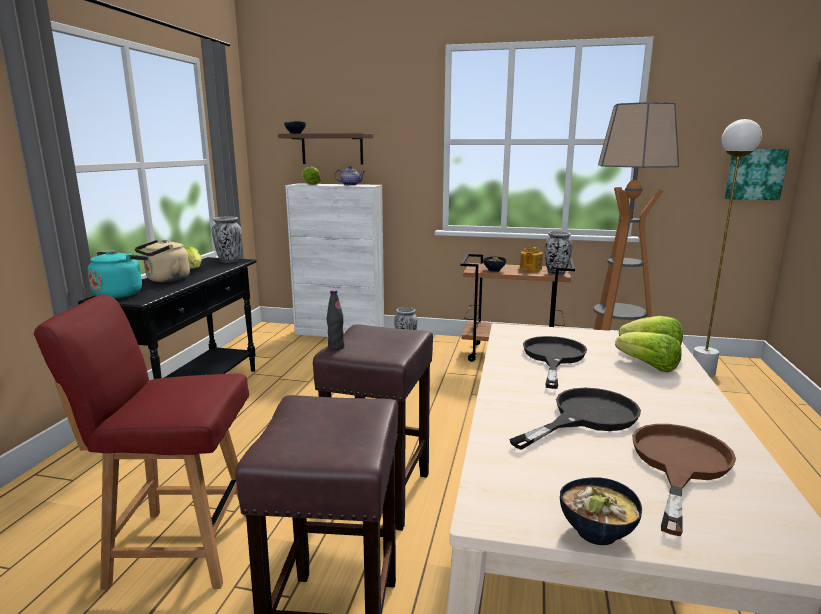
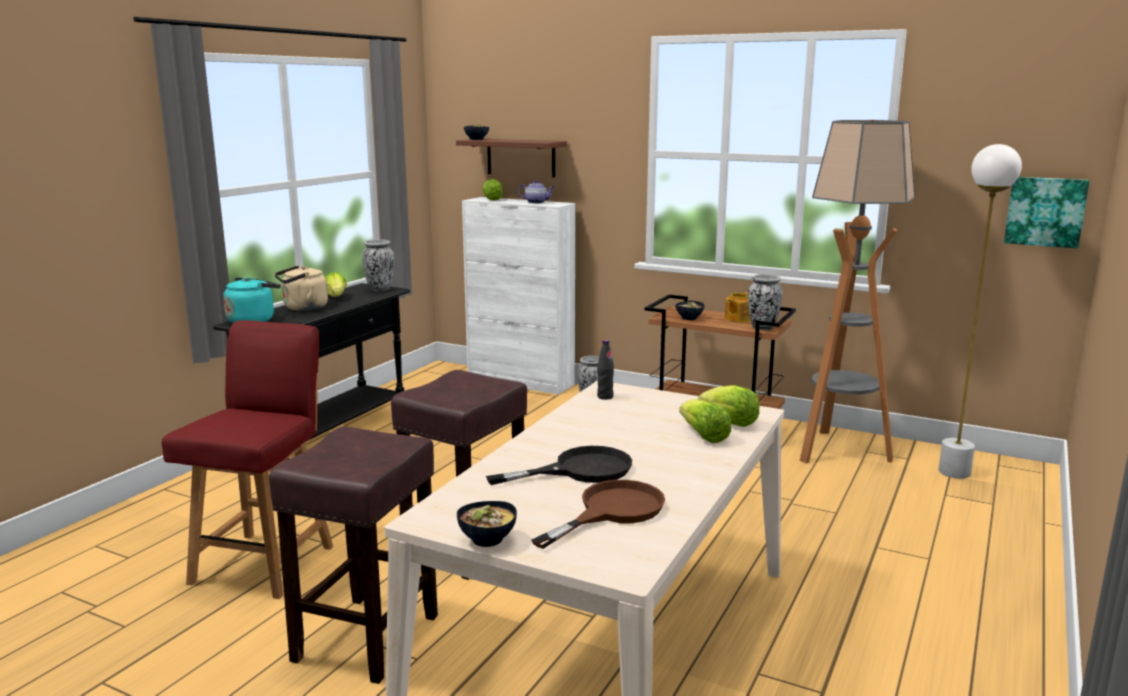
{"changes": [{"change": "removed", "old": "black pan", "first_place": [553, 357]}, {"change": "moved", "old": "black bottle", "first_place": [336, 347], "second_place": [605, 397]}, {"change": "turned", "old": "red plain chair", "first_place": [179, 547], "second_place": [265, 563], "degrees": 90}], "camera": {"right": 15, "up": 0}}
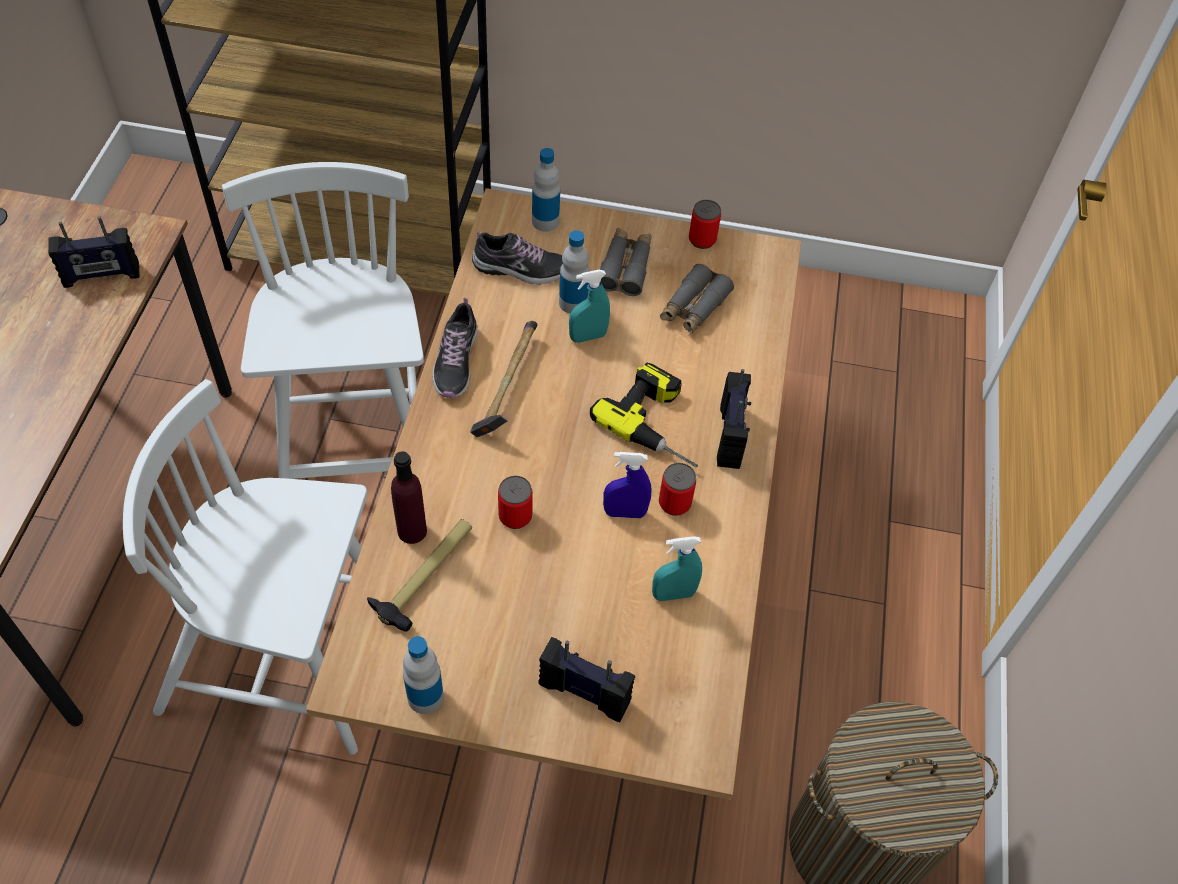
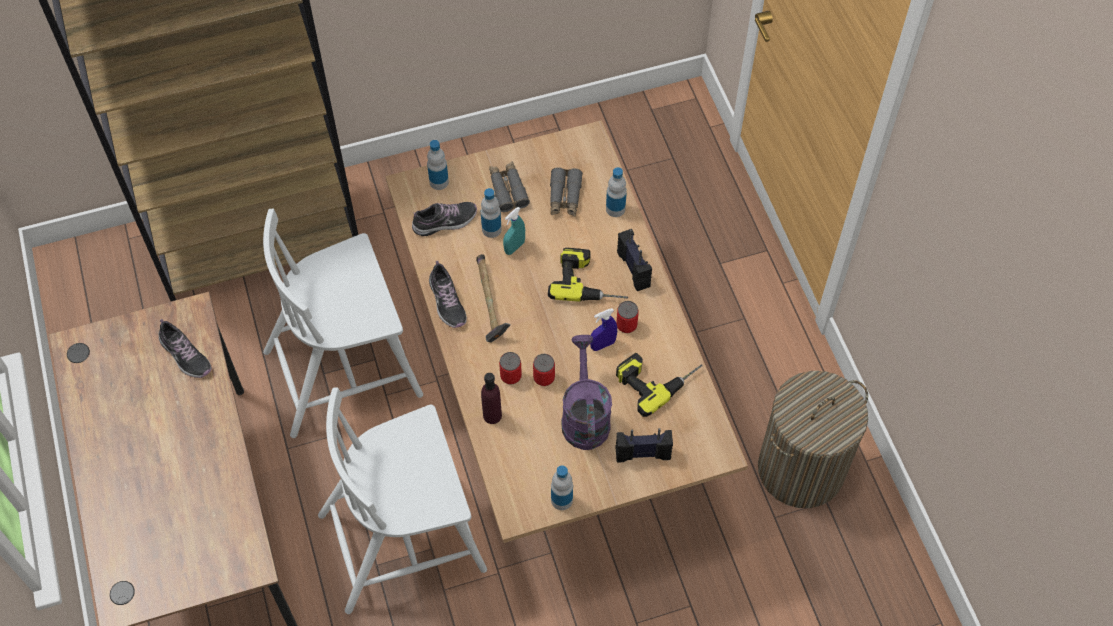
{"changes": [{"change": "removed", "old": "hammer", "first_place": [426, 575]}, {"change": "added", "new": "purple-coloured watering can", "second_place": [584, 416]}, {"change": "added", "new": "bottle", "second_place": [615, 209]}, {"change": "moved", "old": "sealed can", "first_place": [702, 239], "second_place": [510, 376]}, {"change": "replaced", "old": "radio receiver", "new": "low shoe", "first_place": [101, 276], "second_place": [185, 355]}, {"change": "replaced", "old": "turquoise spray bottle", "new": "power drill", "first_place": [673, 594], "second_place": [657, 377]}, {"change": "turned", "old": "white-coloured plain chair", "first_place": [356, 428], "second_place": [346, 371], "degrees": -75}], "camera": {"right": -25, "up": 5}}
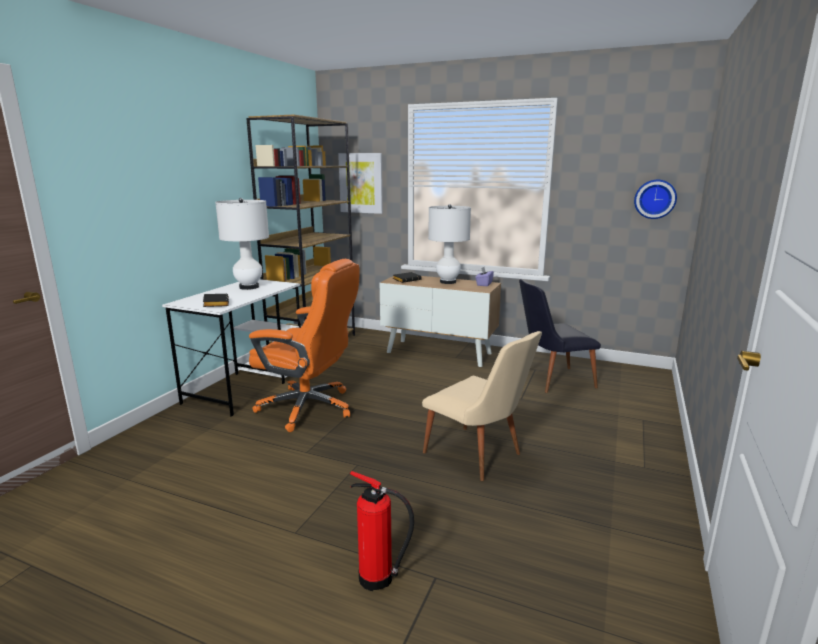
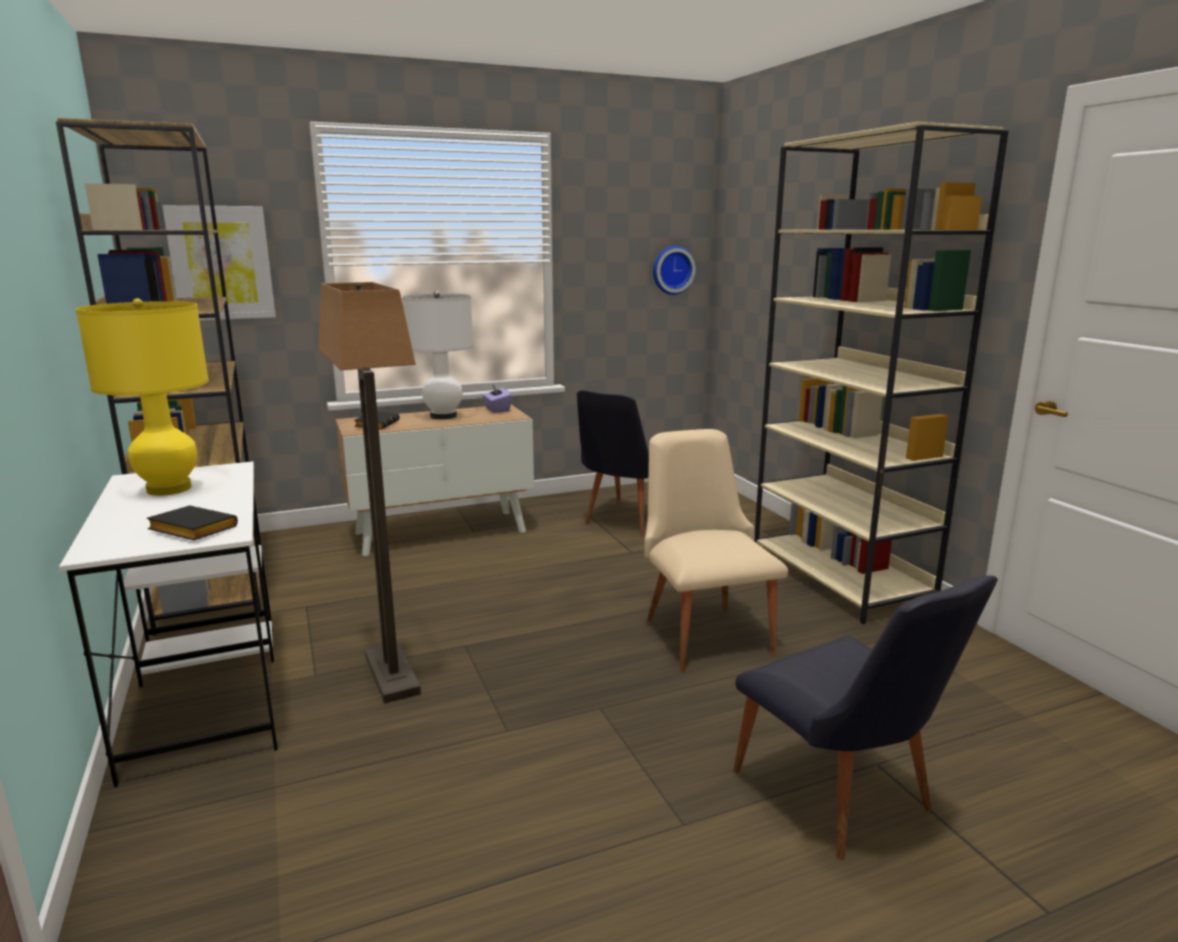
{"changes": [{"change": "added", "new": "sand-coloured bookshelf", "second_place": [840, 578]}, {"change": "replaced", "old": "orangey computer chair", "new": "floor lamp", "first_place": [309, 408], "second_place": [392, 675]}, {"change": "replaced", "old": "fire extinguisher", "new": "black plain chair", "first_place": [379, 579], "second_place": [843, 801]}, {"change": "recoloured", "old": "white-coloured lamp for a table", "new": "yellow lamp for a table", "first_place": [249, 287], "second_place": [169, 489]}, {"change": "turned", "old": "sand-coloured plain chair", "first_place": [479, 457], "second_place": [703, 630], "degrees": -105}], "camera": {"right": -45, "up": 0}}
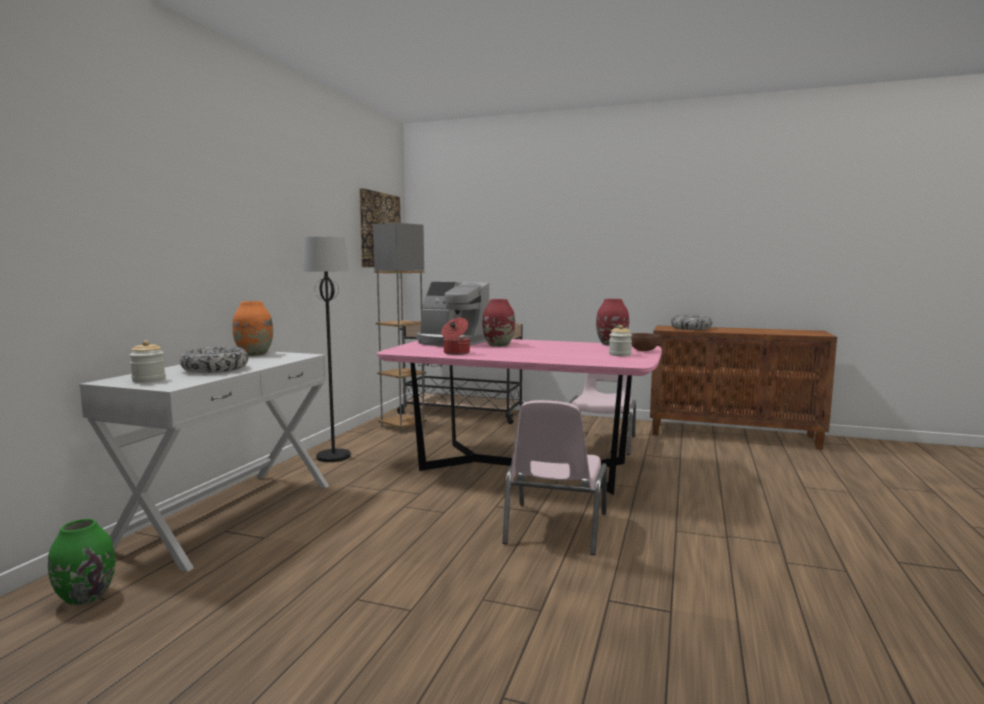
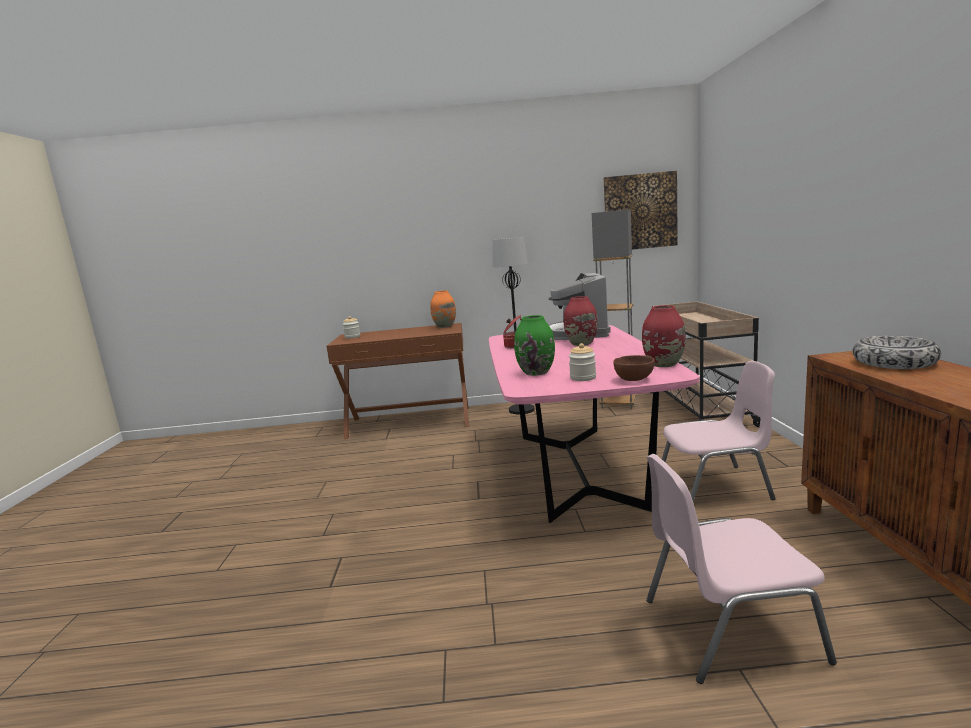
{"changes": [{"change": "removed", "old": "serving bowl", "first_place": [215, 369]}, {"change": "moved", "old": "greenish decorative vase", "first_place": [86, 596], "second_place": [536, 372]}, {"change": "moved", "old": "pink-coloured plain chair", "first_place": [554, 529], "second_place": [727, 628]}, {"change": "recoloured", "old": "white-coloured console table", "new": "brown-coloured console table", "first_place": [229, 515], "second_place": [409, 422]}], "camera": {"right": 70, "up": 5}}
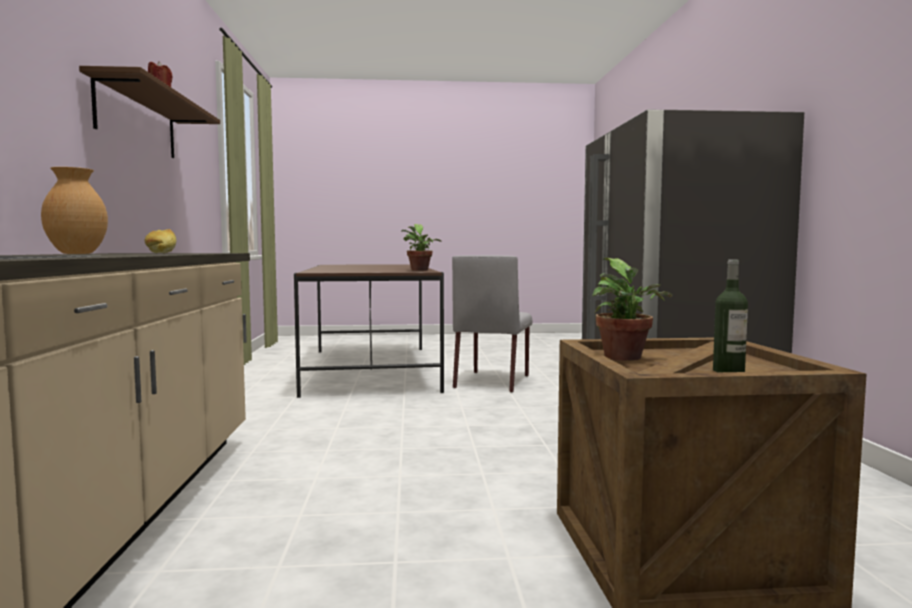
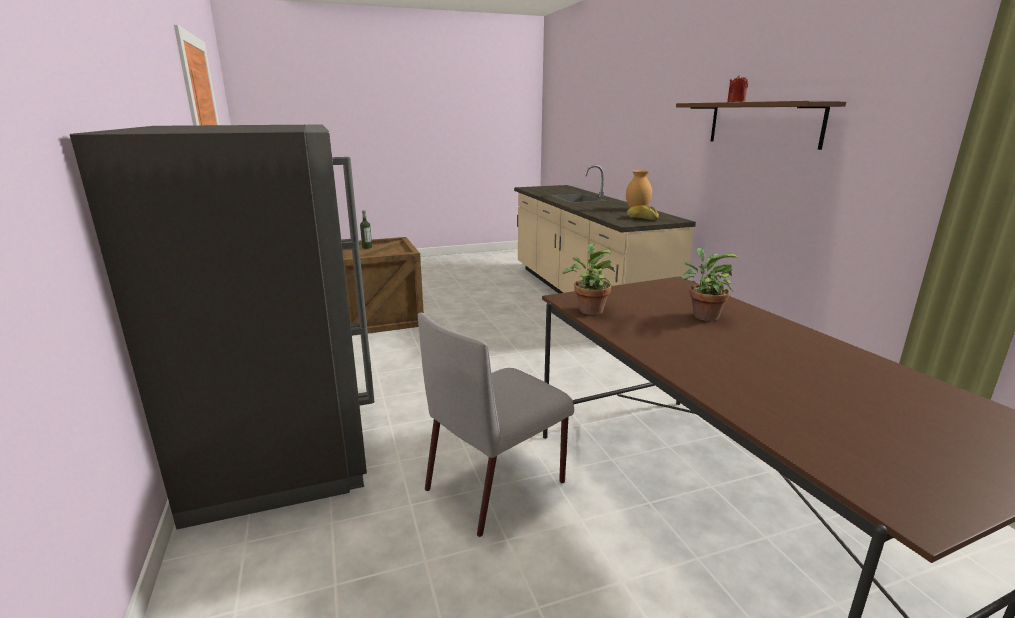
{"changes": [{"change": "moved", "old": "plant in a pot", "first_place": [625, 358], "second_place": [703, 315]}, {"change": "turned", "old": "greyish plain chair", "first_place": [492, 381], "second_place": [497, 484], "degrees": -135}], "camera": {"right": 165, "up": 15}}
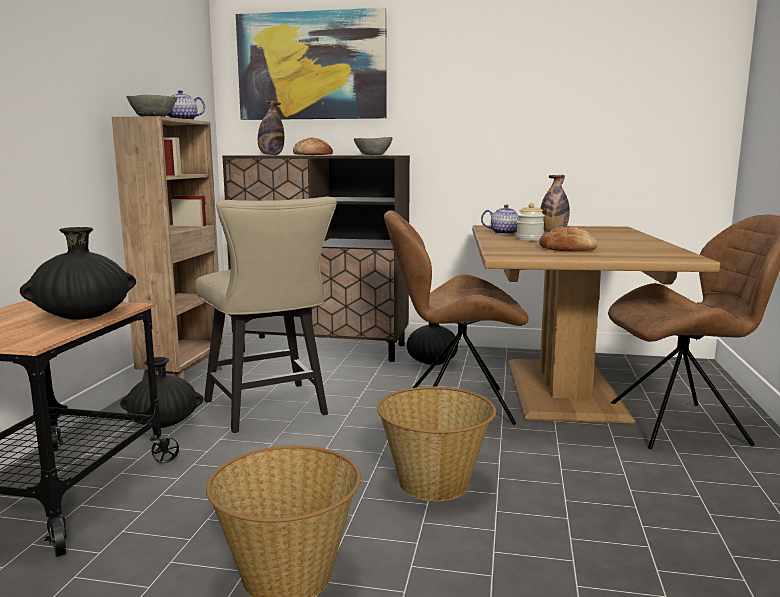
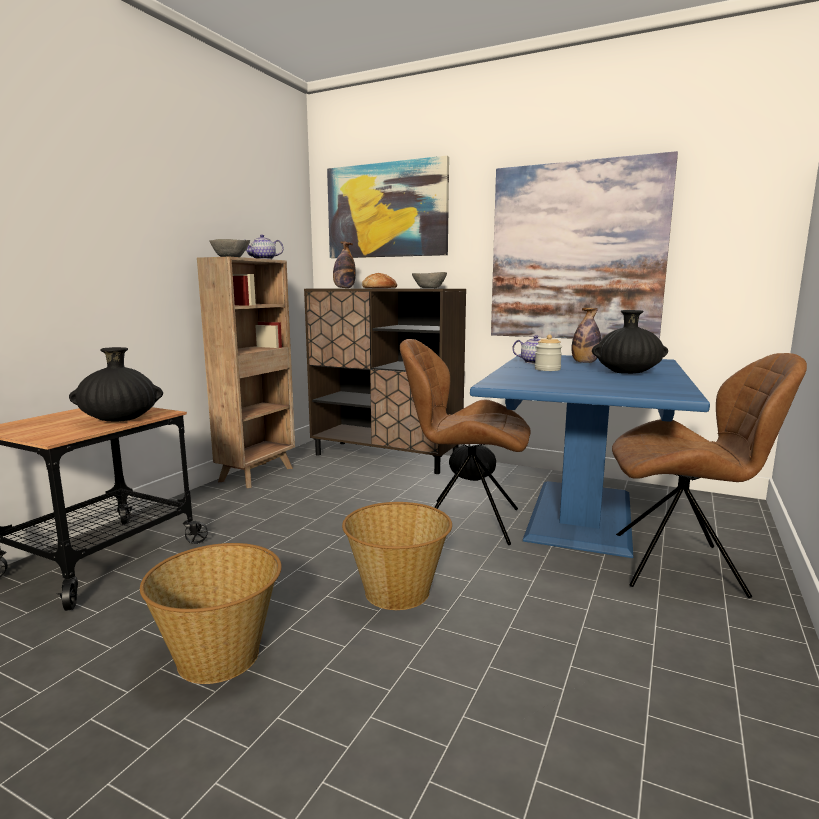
{"changes": [{"change": "removed", "old": "sand-coloured plain chair", "first_place": [270, 410]}, {"change": "removed", "old": "bakery bread", "first_place": [568, 248]}, {"change": "added", "new": "wall art", "second_place": [576, 252]}, {"change": "moved", "old": "black decorative vase", "first_place": [163, 423], "second_place": [627, 373]}, {"change": "recoloured", "old": "brown-coloured kitchen table", "new": "blue kitchen table", "first_place": [561, 389], "second_place": [578, 515]}], "camera": {"right": 15, "up": 0}}
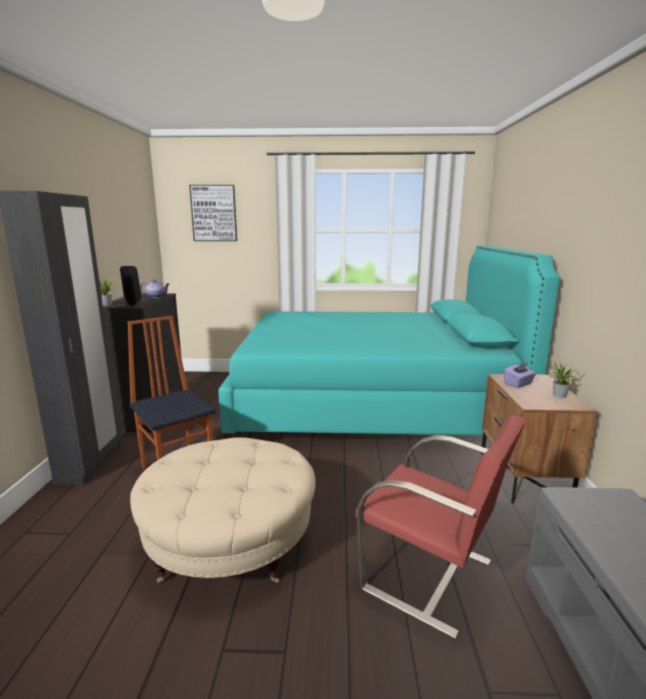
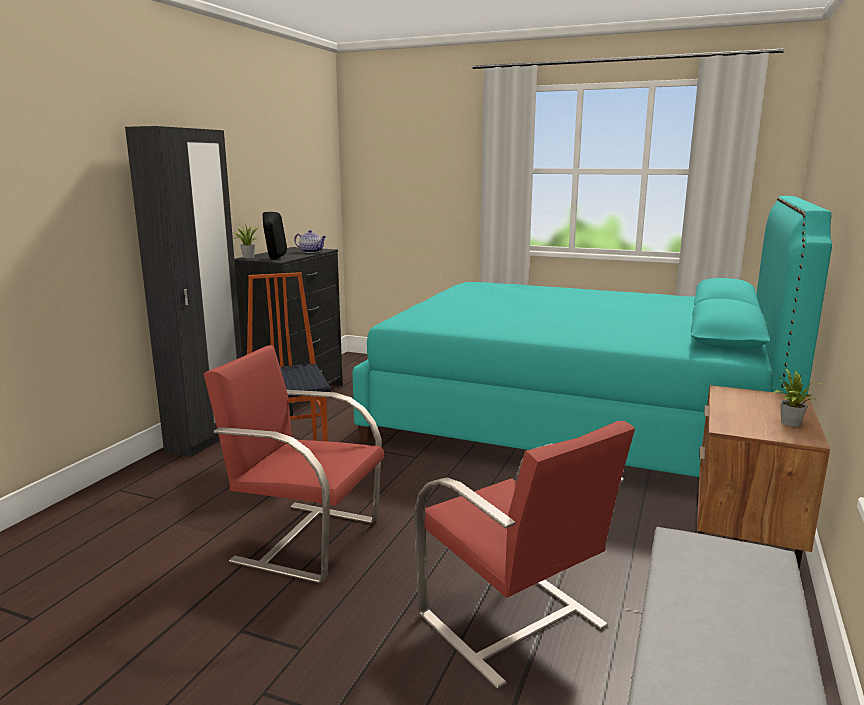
{"changes": [{"change": "removed", "old": "wall art", "first_place": [214, 213]}, {"change": "removed", "old": "purple-coloured tissue box", "first_place": [518, 384]}, {"change": "replaced", "old": "sand-coloured ottoman", "new": "red plain chair", "first_place": [230, 542], "second_place": [305, 539]}], "camera": {"right": 20, "up": 0}}
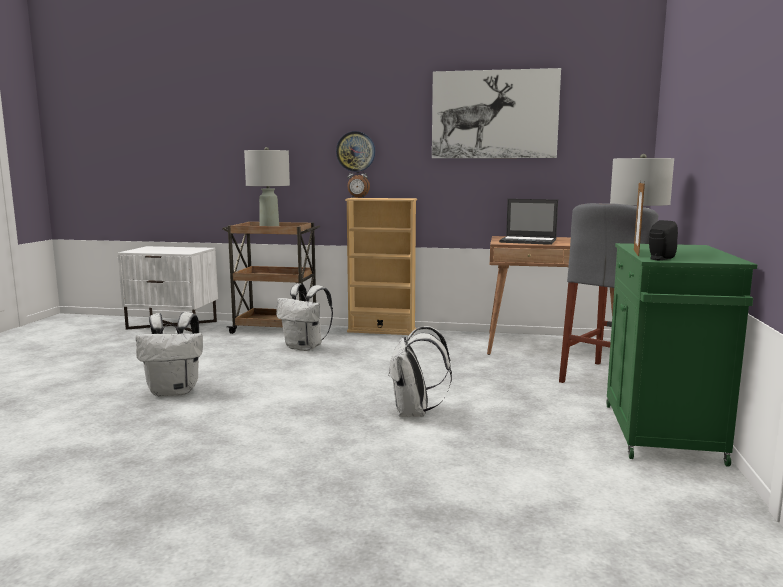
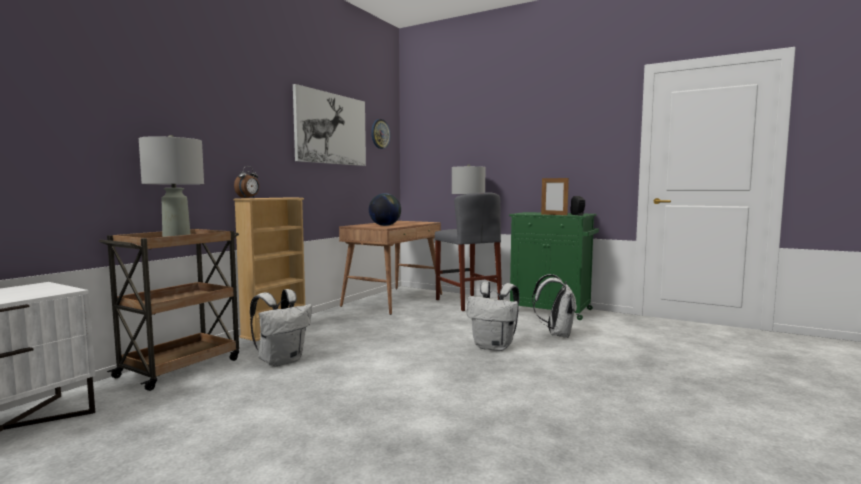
{"changes": [{"change": "moved", "old": "white-coloured backpack", "first_place": [175, 391], "second_place": [556, 334]}, {"change": "moved", "old": "clock on the wall", "first_place": [355, 151], "second_place": [380, 134]}, {"change": "replaced", "old": "portable computer", "new": "world globe", "first_place": [529, 241], "second_place": [385, 225]}], "camera": {"right": -70, "up": -5}}
